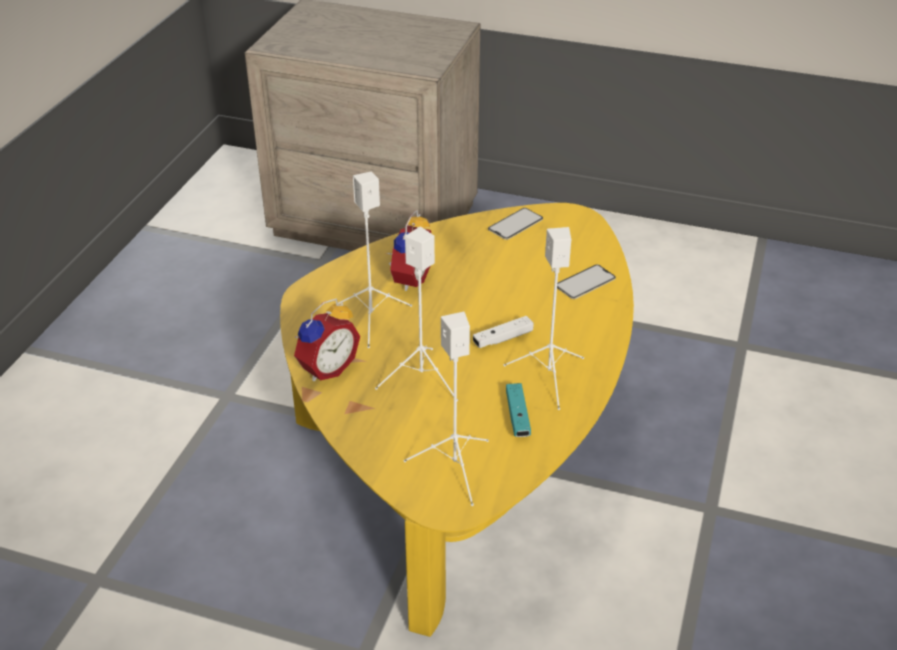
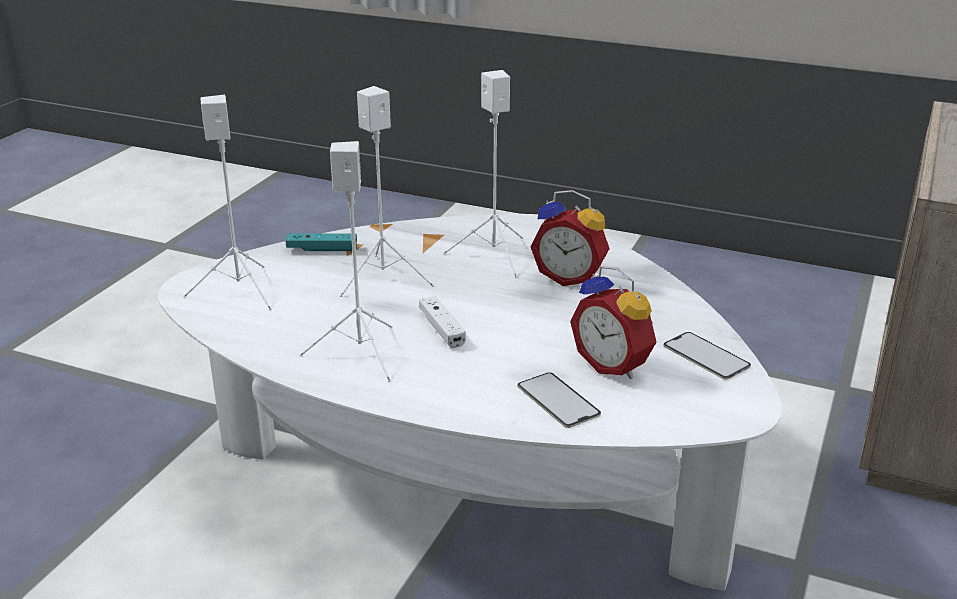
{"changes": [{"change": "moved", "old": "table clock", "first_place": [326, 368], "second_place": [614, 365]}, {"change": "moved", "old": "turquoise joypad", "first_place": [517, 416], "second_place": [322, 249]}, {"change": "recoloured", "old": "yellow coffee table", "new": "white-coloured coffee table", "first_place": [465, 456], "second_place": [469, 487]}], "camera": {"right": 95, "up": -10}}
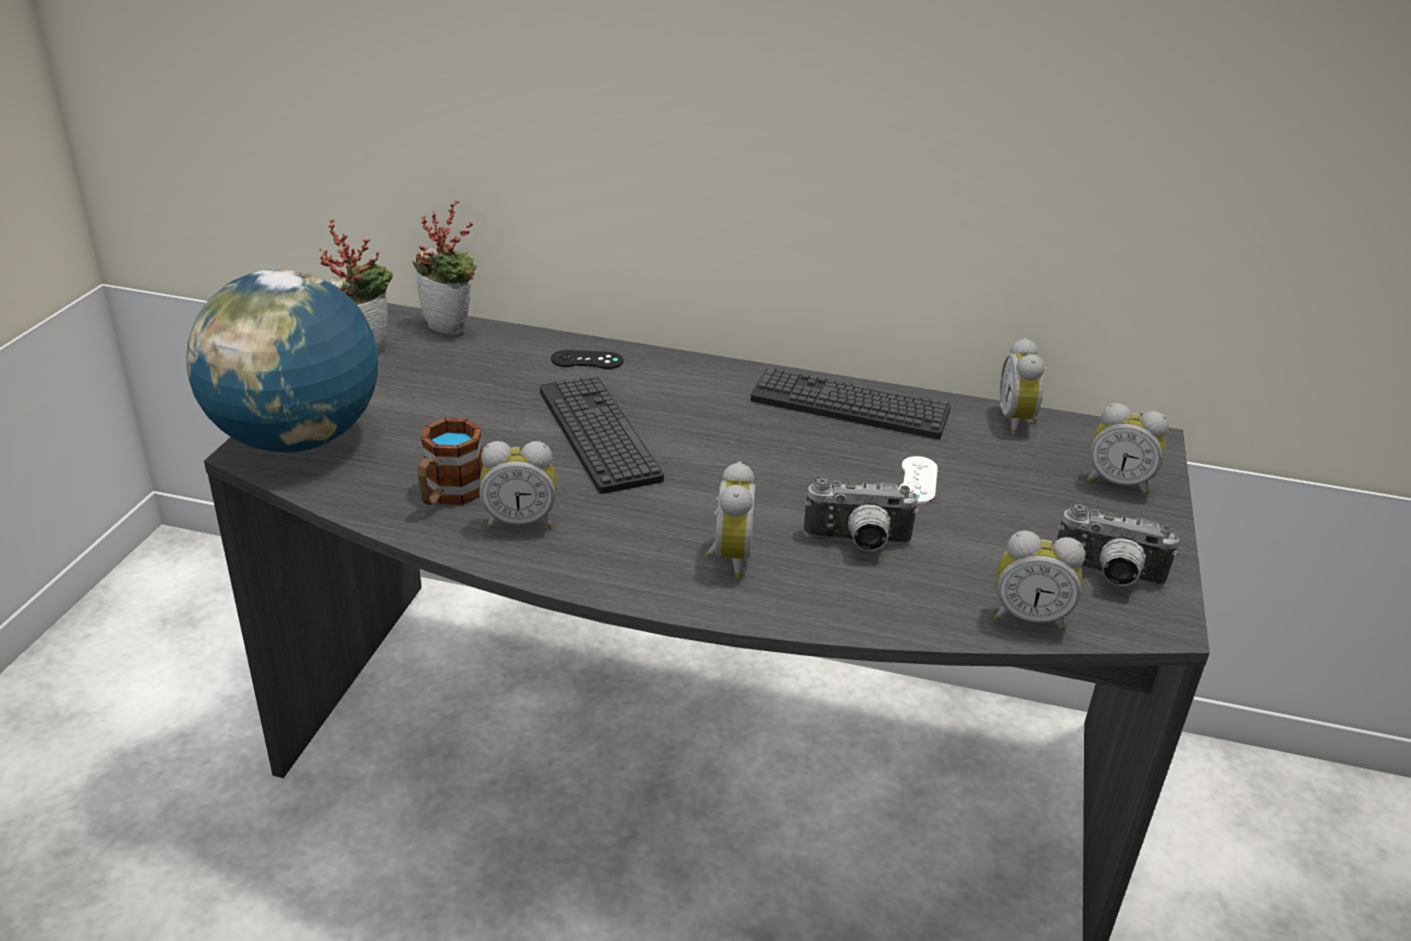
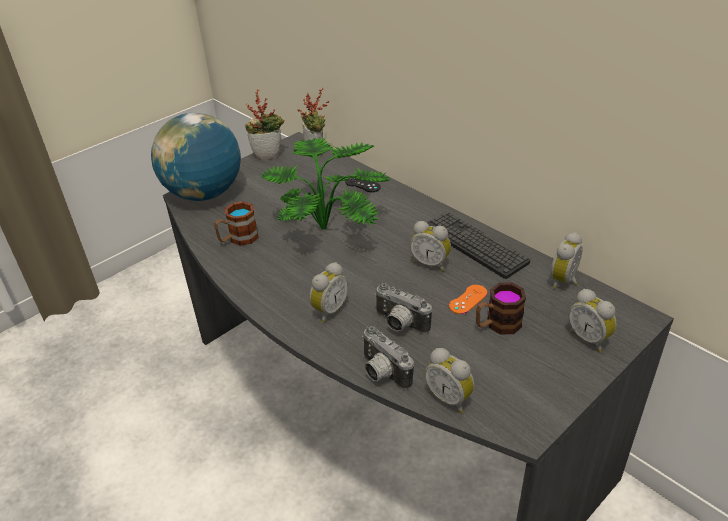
{"changes": [{"change": "added", "new": "mug", "second_place": [497, 325]}, {"change": "moved", "old": "table clock", "first_place": [520, 521], "second_place": [430, 263]}, {"change": "moved", "old": "photo camera", "first_place": [1107, 577], "second_place": [381, 373]}, {"change": "replaced", "old": "keyboard", "new": "plant in a pot", "first_place": [598, 434], "second_place": [331, 226]}, {"change": "recoloured", "old": "white-coloured joypad", "new": "orangey joypad", "first_place": [918, 480], "second_place": [468, 299]}], "camera": {"right": 35, "up": 5}}
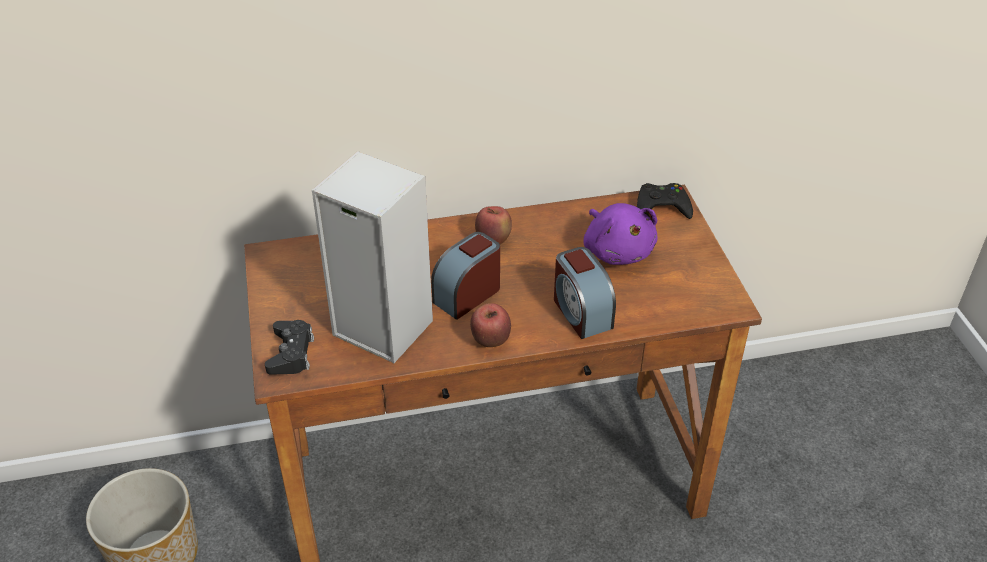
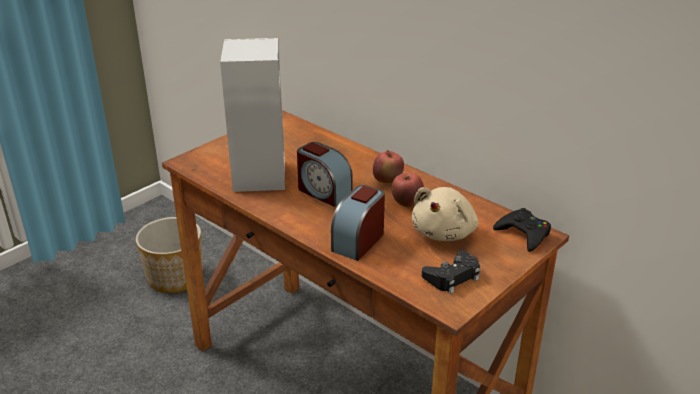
{"changes": [{"change": "moved", "old": "black joypad", "first_place": [291, 353], "second_place": [452, 277]}, {"change": "moved", "old": "apple fruit", "first_place": [491, 341], "second_place": [407, 204]}, {"change": "recoloured", "old": "purple-coloured plush toy", "new": "sand-coloured plush toy", "first_place": [617, 250], "second_place": [445, 232]}, {"change": "turned", "old": "table clock", "first_place": [467, 294], "second_place": [323, 192], "degrees": -150}], "camera": {"right": 55, "up": -10}}
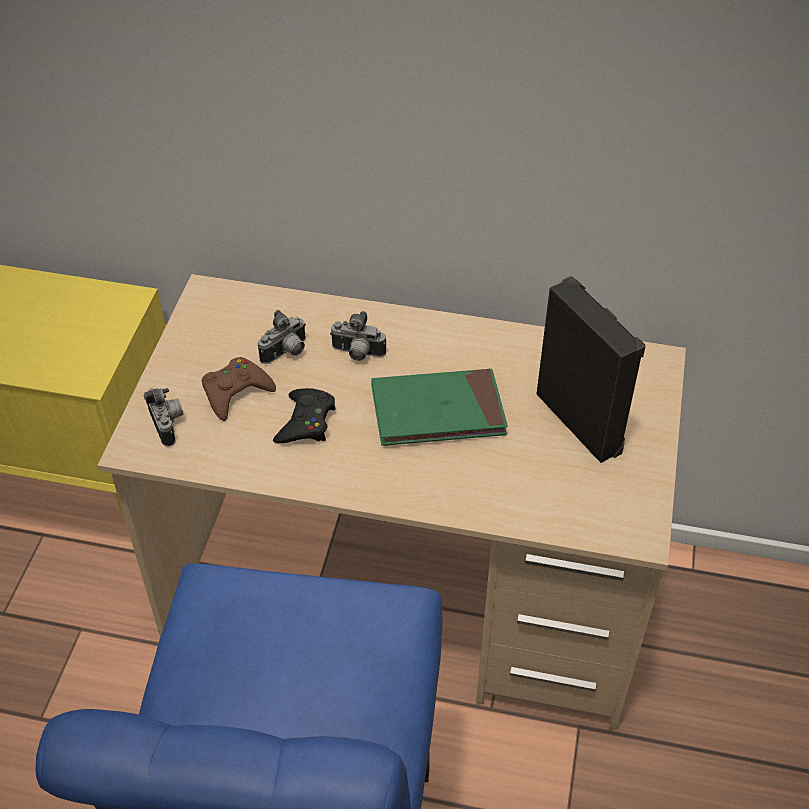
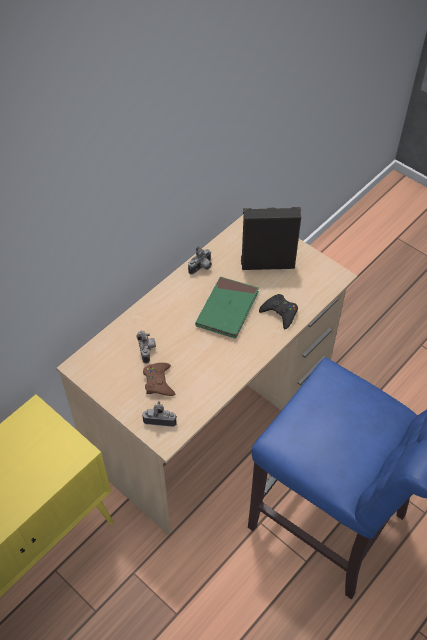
{"changes": [{"change": "moved", "old": "black joypad", "first_place": [306, 422], "second_place": [280, 313]}, {"change": "moved", "old": "photo camera", "first_place": [357, 354], "second_place": [201, 268]}], "camera": {"right": -60, "up": 5}}
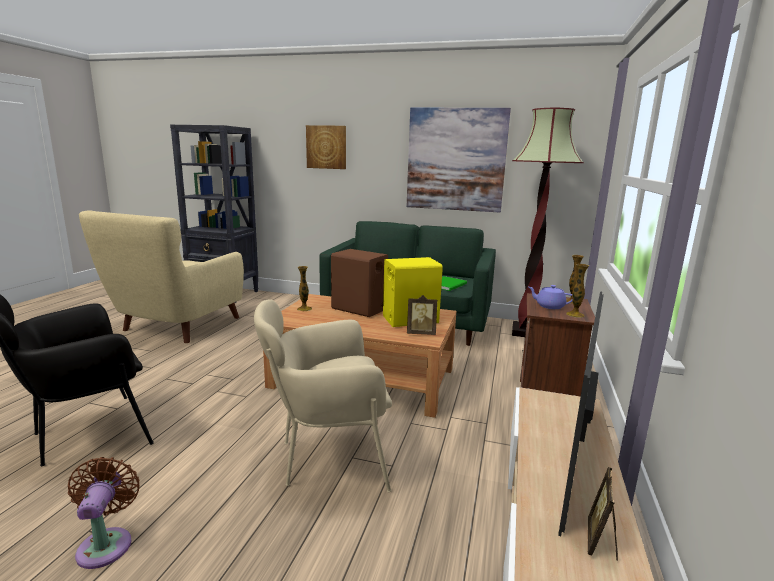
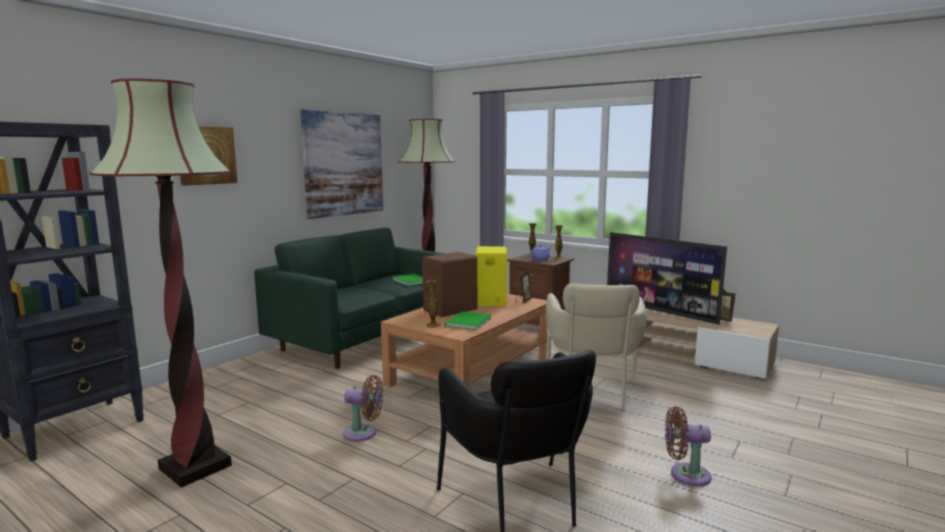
{"changes": [{"change": "added", "new": "brown-coloured electric fan", "second_place": [363, 433]}, {"change": "added", "new": "greenish bound book", "second_place": [467, 322]}, {"change": "replaced", "old": "sand-coloured lounge chair", "new": "floor lamp", "first_place": [176, 326], "second_place": [195, 467]}], "camera": {"right": -70, "up": -5}}
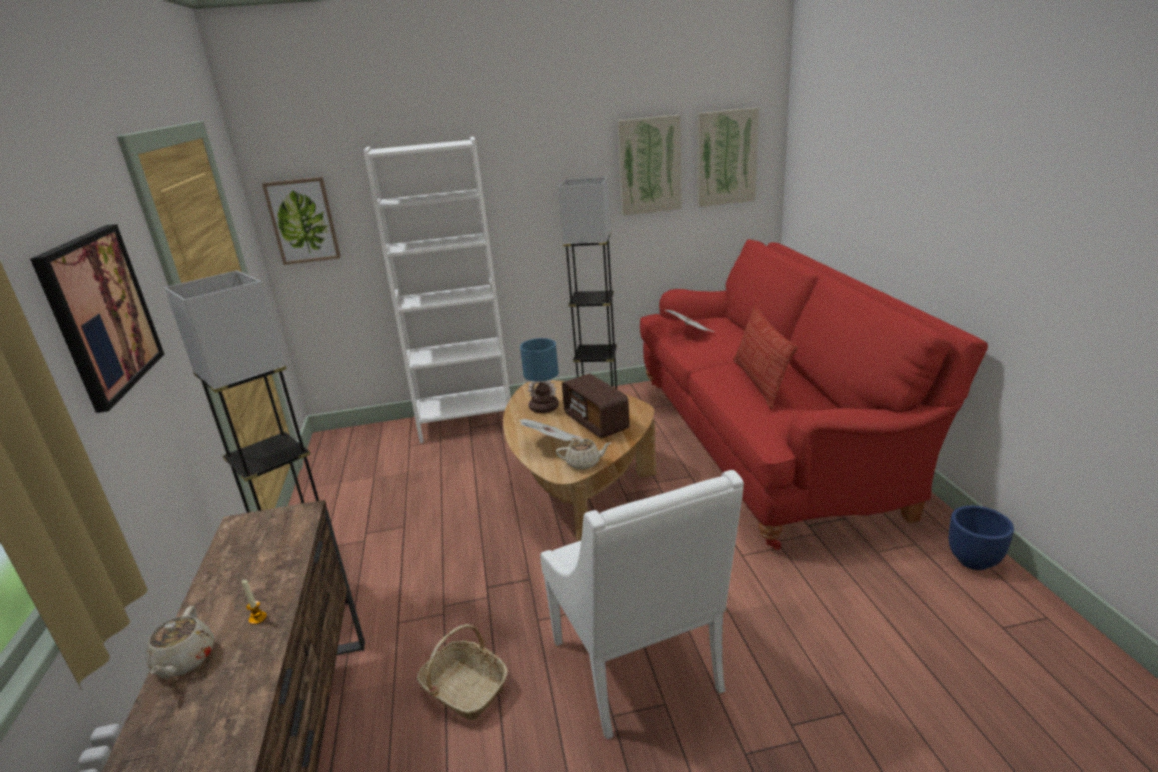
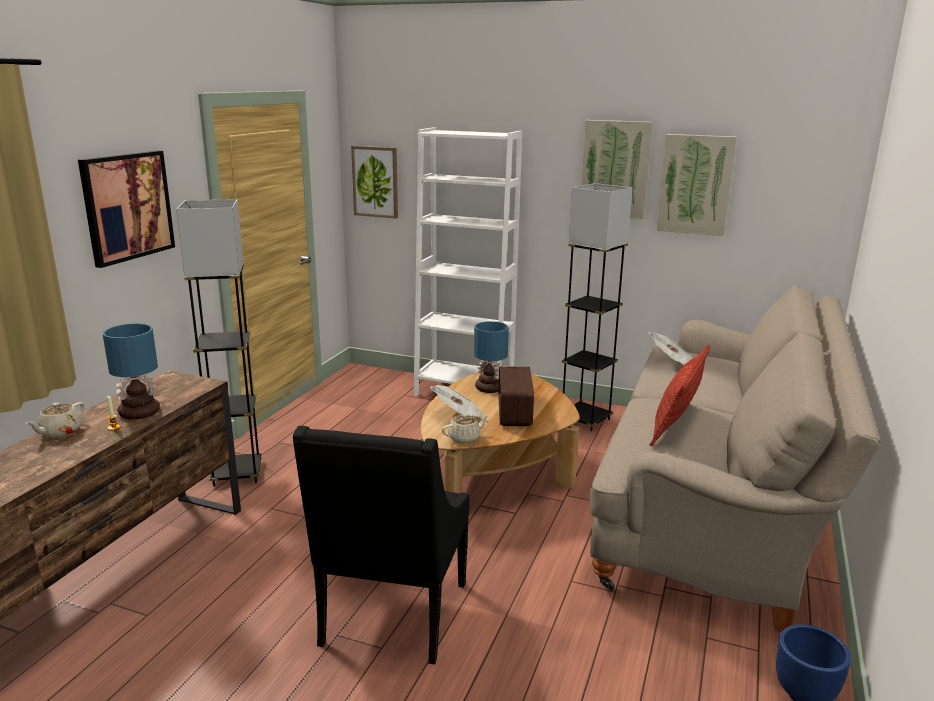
{"changes": [{"change": "removed", "old": "storage basket", "first_place": [464, 689]}, {"change": "added", "new": "lamp for a table", "second_place": [141, 412]}, {"change": "moved", "old": "wall art", "first_place": [726, 157], "second_place": [615, 169]}, {"change": "recoloured", "old": "white-coloured lounge chair", "new": "black lounge chair", "first_place": [640, 669], "second_place": [391, 617]}, {"change": "recoloured", "old": "red settee", "new": "sand-coloured settee", "first_place": [766, 440], "second_place": [716, 502]}, {"change": "turned", "old": "sand-coloured pot for tea", "first_place": [584, 463], "second_place": [465, 438], "degrees": -60}], "camera": {"right": 30, "up": -5}}
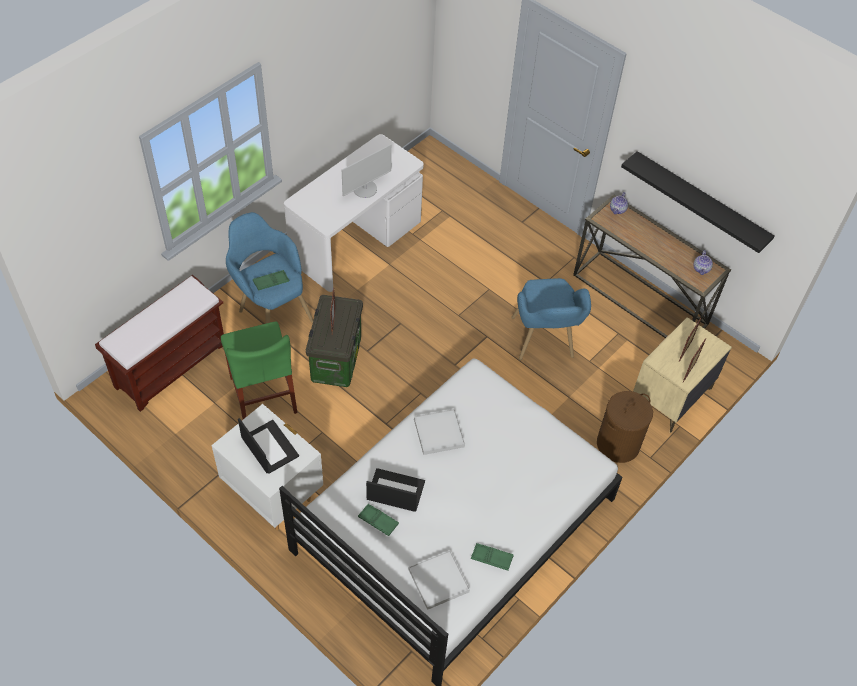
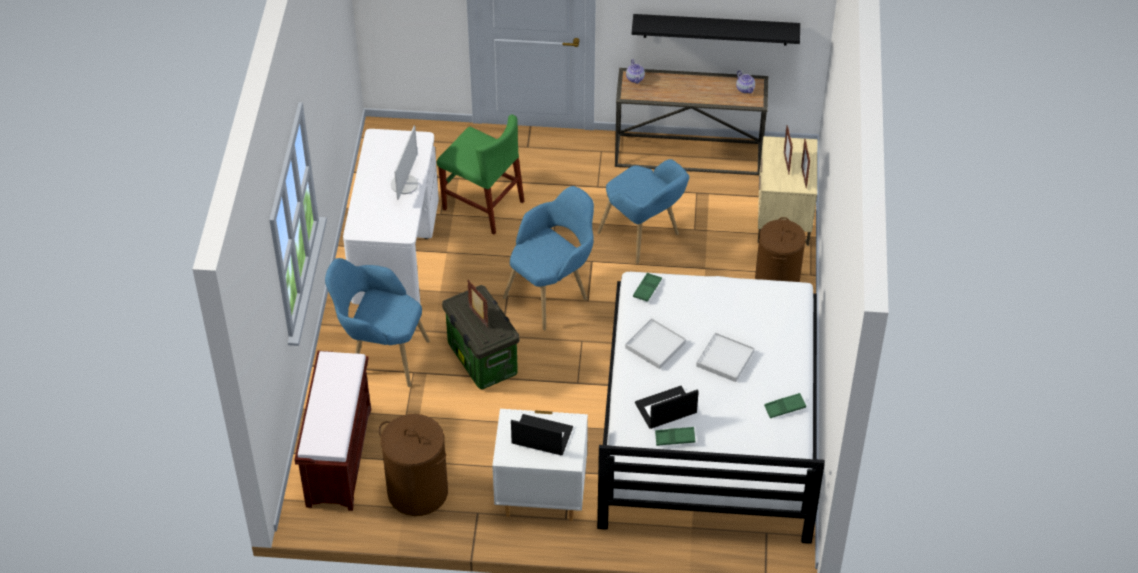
{"changes": [{"change": "added", "new": "brown-coloured hamper", "second_place": [417, 492]}, {"change": "added", "new": "blue lounge chair", "second_place": [553, 292]}, {"change": "moved", "old": "greenish plain chair", "first_place": [263, 394], "second_place": [483, 205]}, {"change": "moved", "old": "greenish serving tray", "first_place": [271, 282], "second_place": [647, 289]}, {"change": "moved", "old": "white-coloured serving tray", "first_place": [439, 581], "second_place": [725, 359]}], "camera": {"right": -35, "up": -5}}
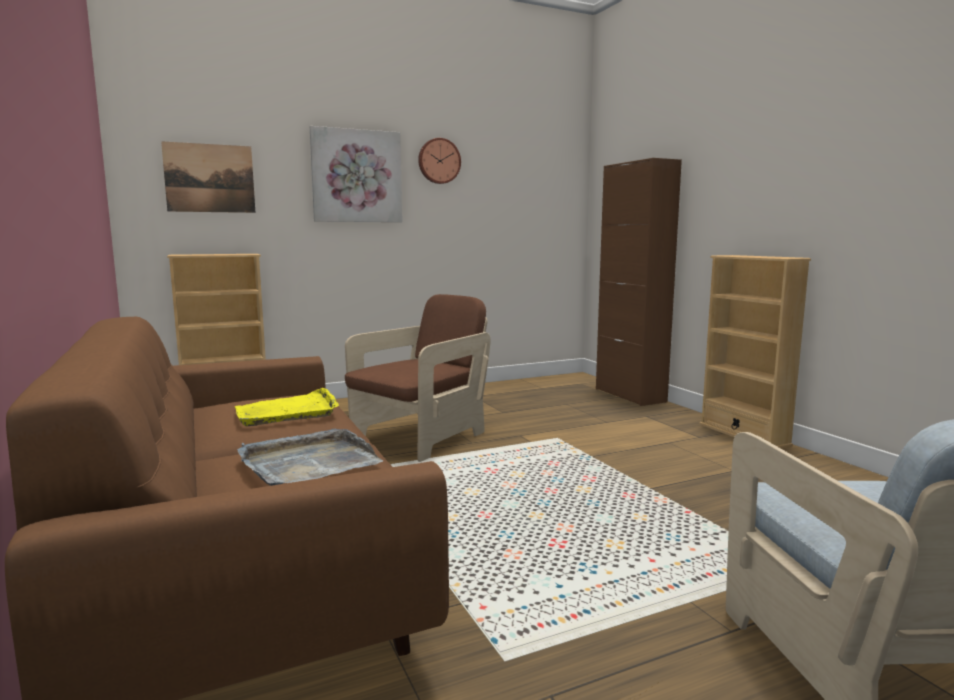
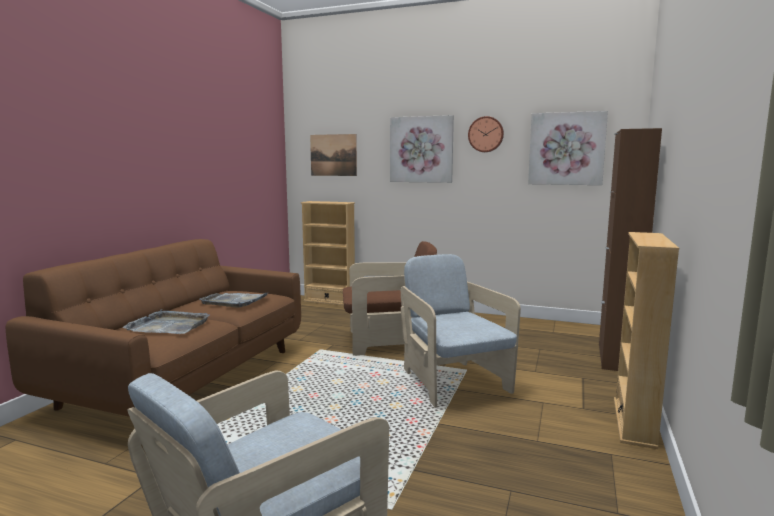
{"changes": [{"change": "added", "new": "sand-coloured lounge chair", "second_place": [453, 382]}, {"change": "added", "new": "wall art", "second_place": [566, 149]}, {"change": "recoloured", "old": "yellow serving tray", "new": "greyish serving tray", "first_place": [287, 412], "second_place": [234, 301]}], "camera": {"right": 45, "up": 0}}
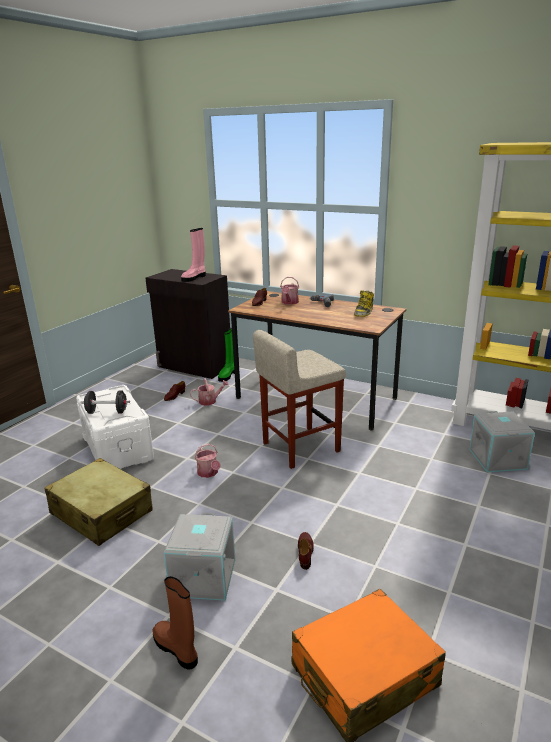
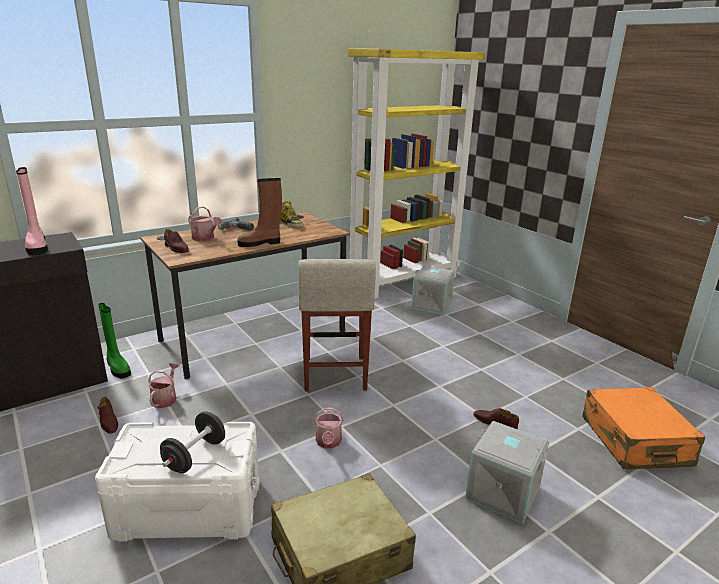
{"changes": [{"change": "moved", "old": "brown-coloured boot", "first_place": [177, 649], "second_place": [260, 243]}, {"change": "turned", "old": "watering can", "first_place": [209, 473], "second_place": [328, 442], "degrees": 90}], "camera": {"right": -65, "up": 0}}
